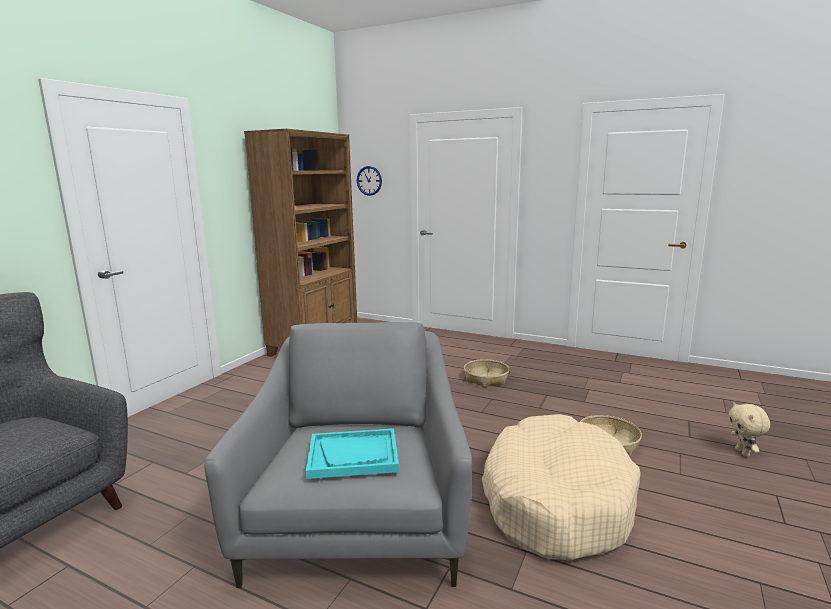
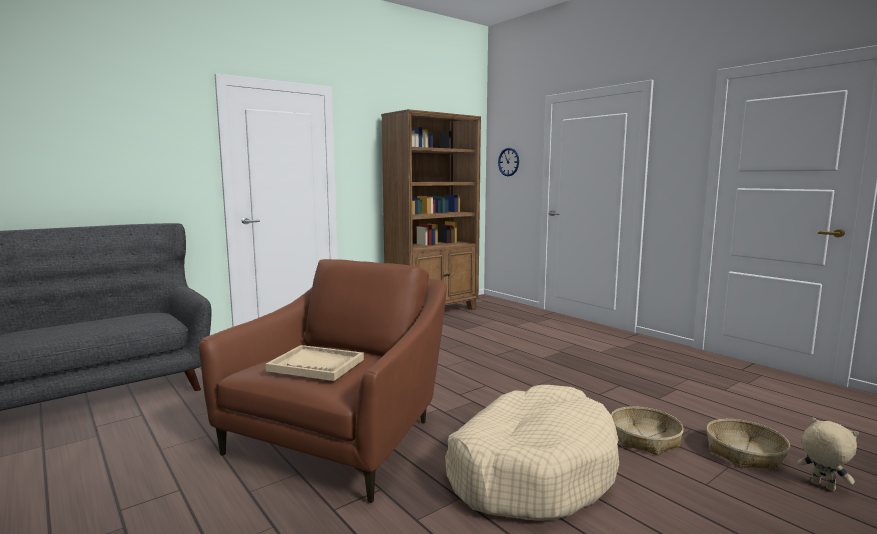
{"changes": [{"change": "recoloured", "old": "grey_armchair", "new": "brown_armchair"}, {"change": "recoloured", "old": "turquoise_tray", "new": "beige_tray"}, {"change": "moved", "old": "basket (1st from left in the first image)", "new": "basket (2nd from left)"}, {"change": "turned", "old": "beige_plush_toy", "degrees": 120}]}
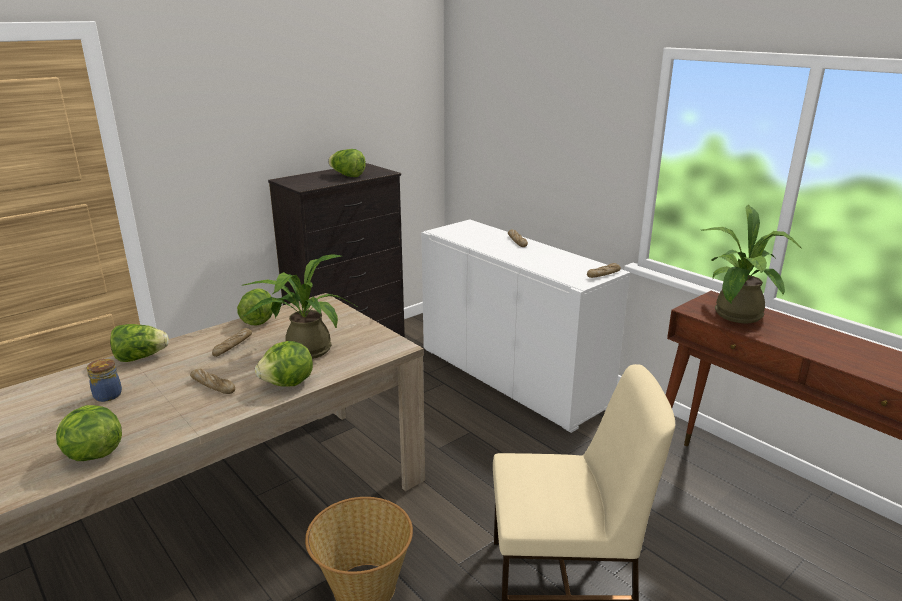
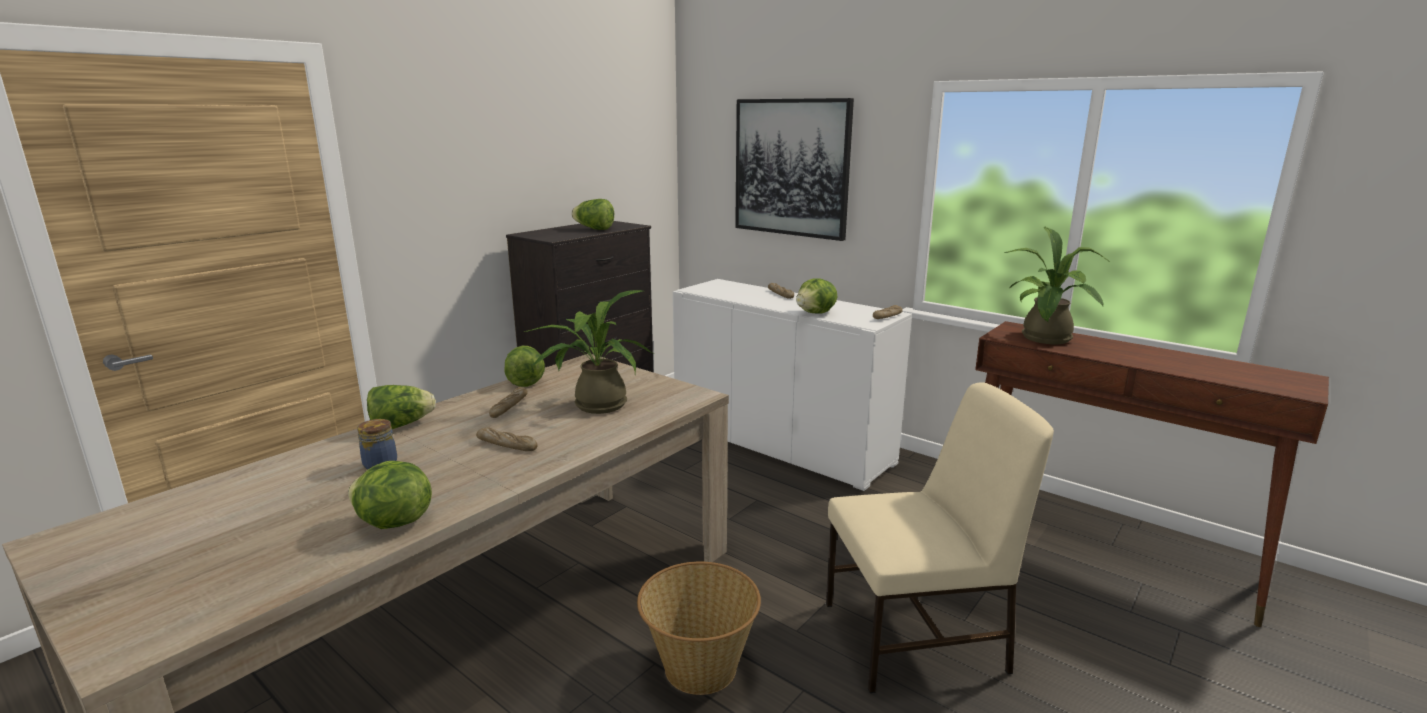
{"changes": [{"change": "moved", "old": "lettuce (4th from left in the first image)", "new": "lettuce (5th from left)"}, {"change": "added", "new": "picture"}]}
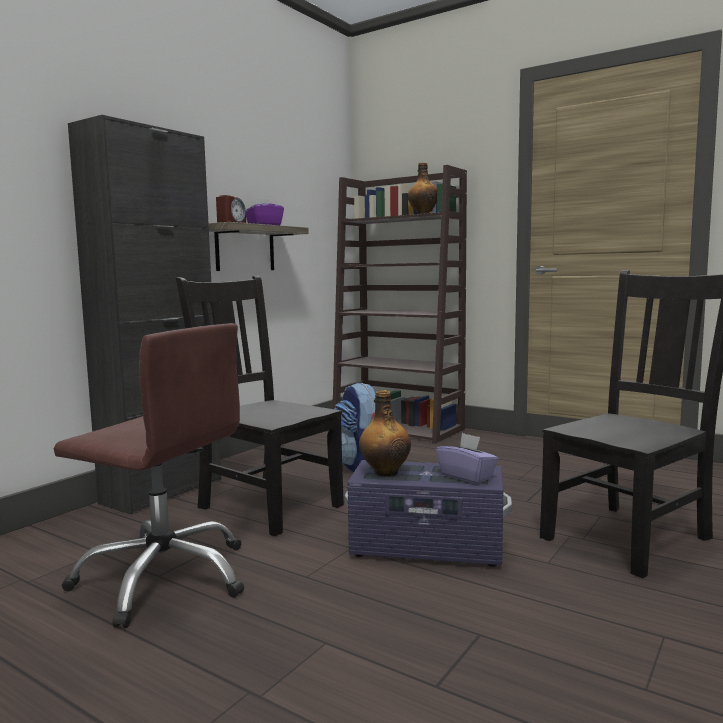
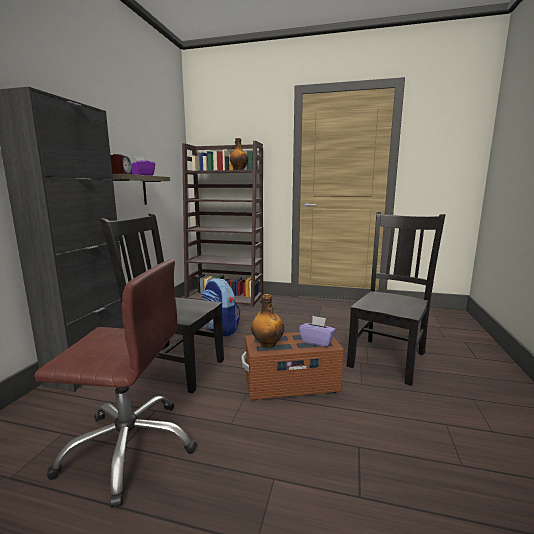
{"changes": [{"change": "recoloured", "old": "purple_storage_box", "new": "brown_storage_box"}]}
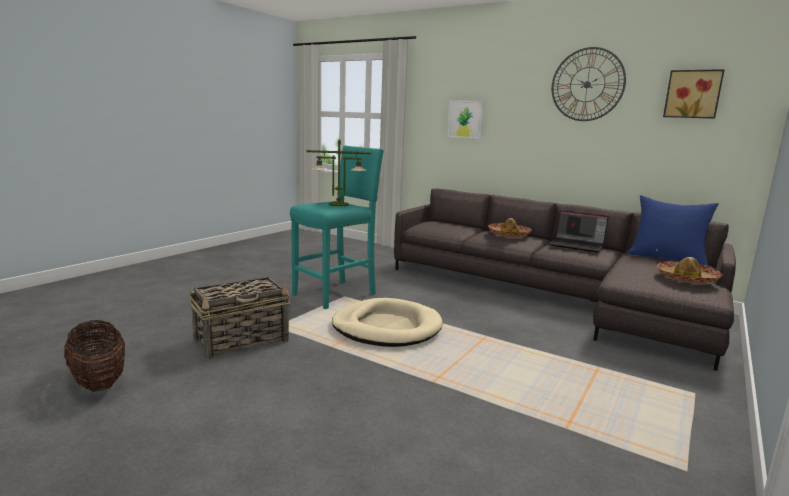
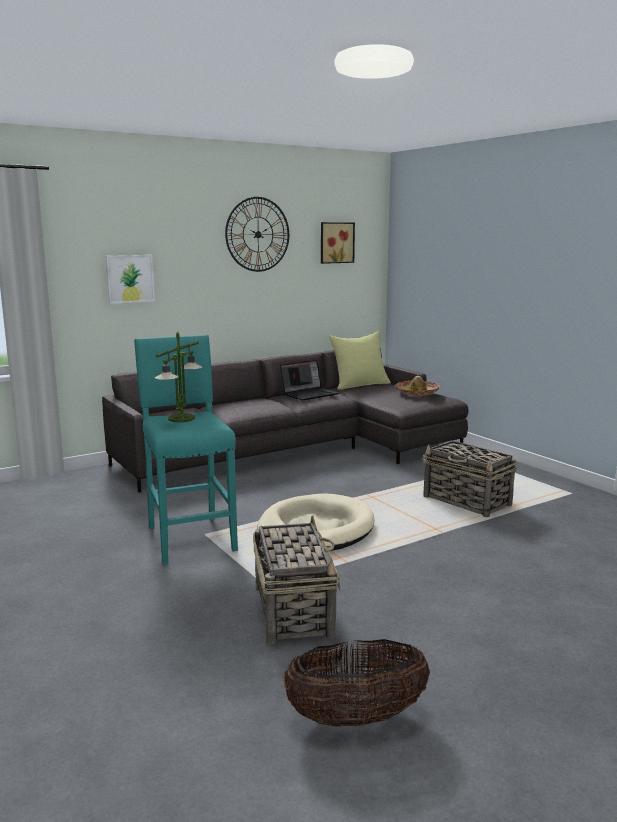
{"changes": [{"change": "removed", "old": "hat (1st from left)"}, {"change": "recoloured", "old": "blue_pillow", "new": "yellow_pillow"}, {"change": "added", "new": "basket (3rd from left)"}]}
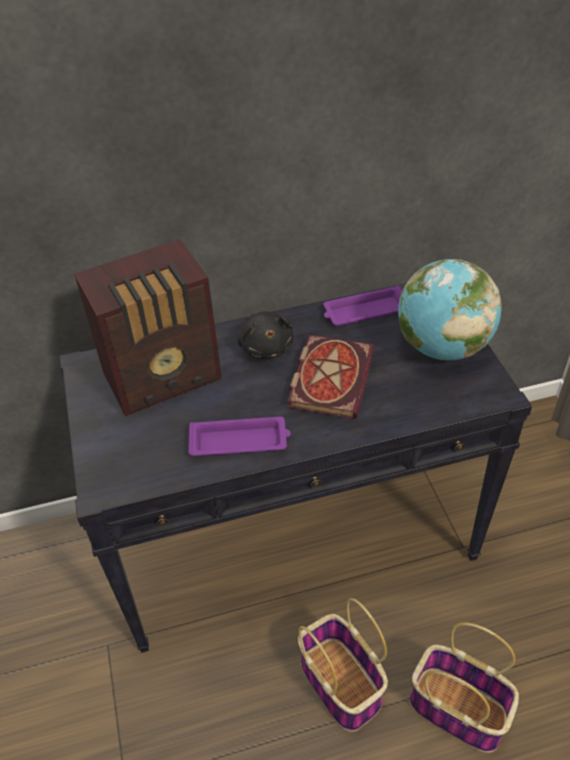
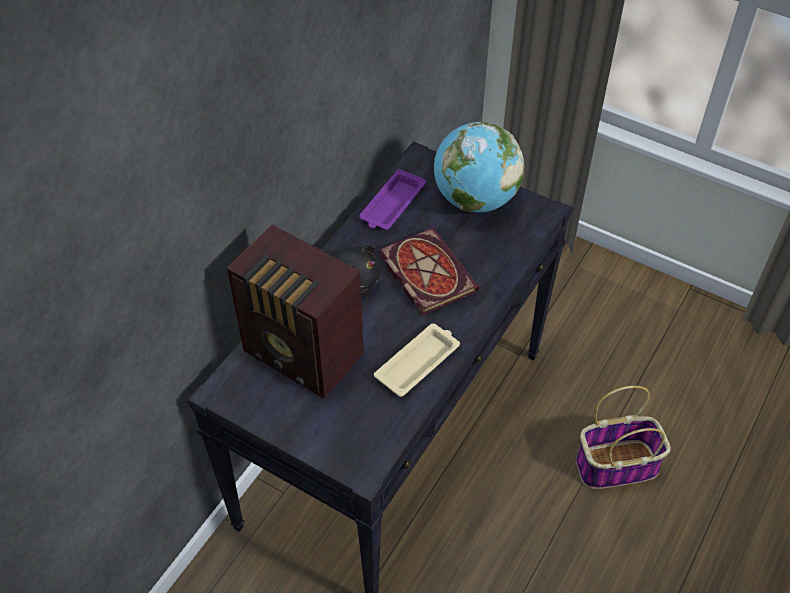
{"changes": [{"change": "turned", "old": "radio", "degrees": 105}, {"change": "recoloured", "old": "purple_tray (1st from left)", "new": "beige_tray"}, {"change": "removed", "old": "basket (1st from left)"}]}
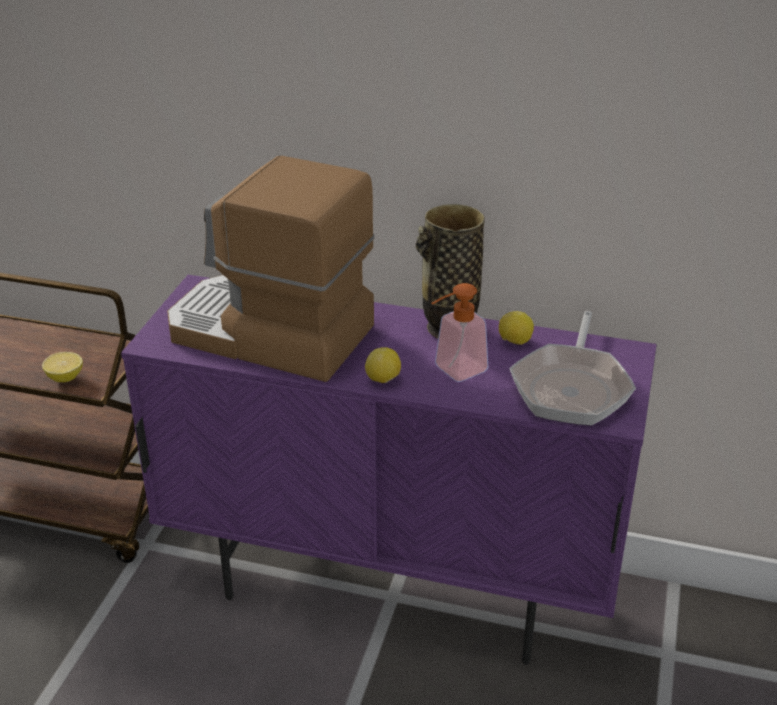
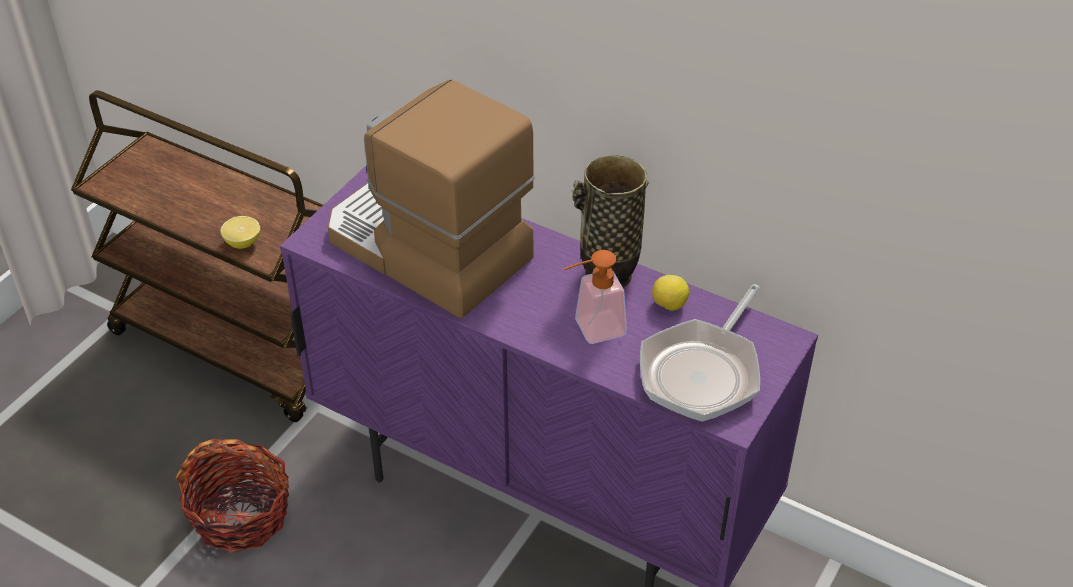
{"changes": [{"change": "removed", "old": "lemon (2nd from left)"}, {"change": "added", "new": "basket"}]}
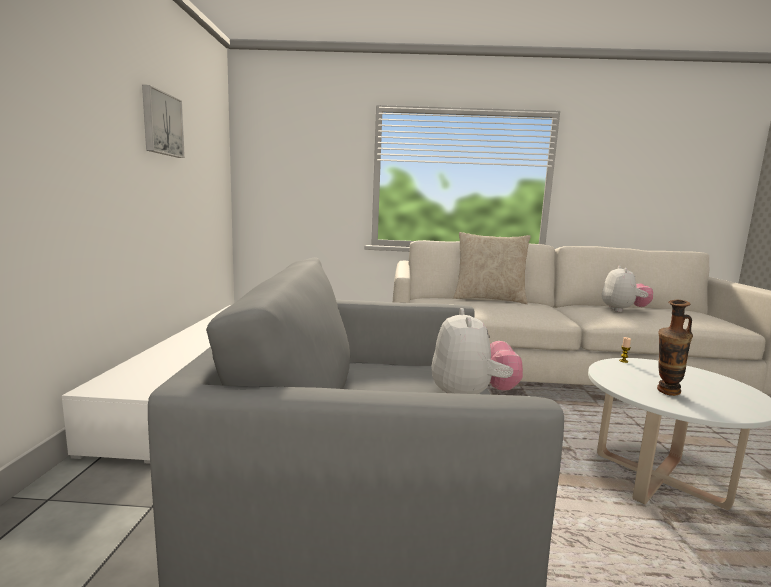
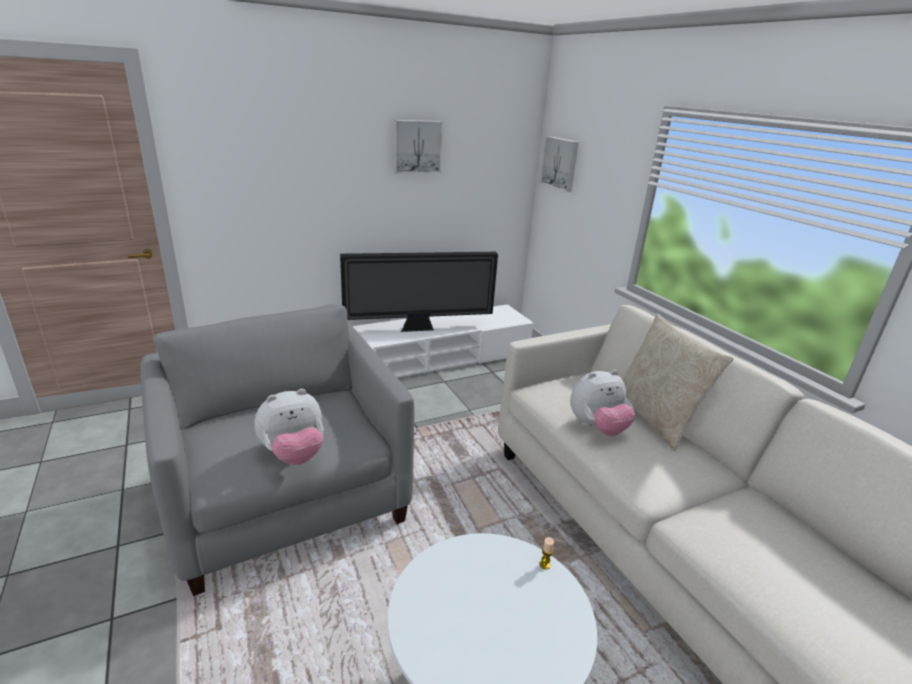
{"changes": [{"change": "moved", "old": "plush_toy (2nd from left)"}, {"change": "removed", "old": "vase"}, {"change": "added", "new": "television"}, {"change": "added", "new": "picture (2nd from left)"}]}
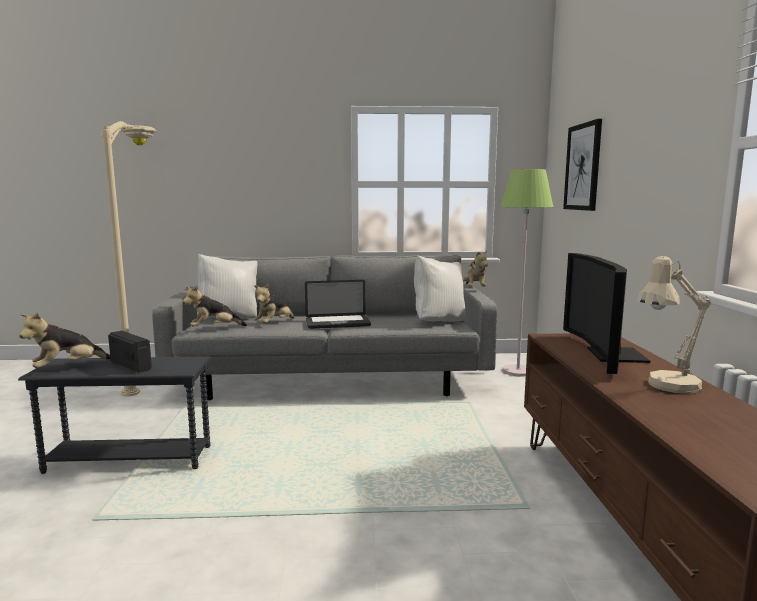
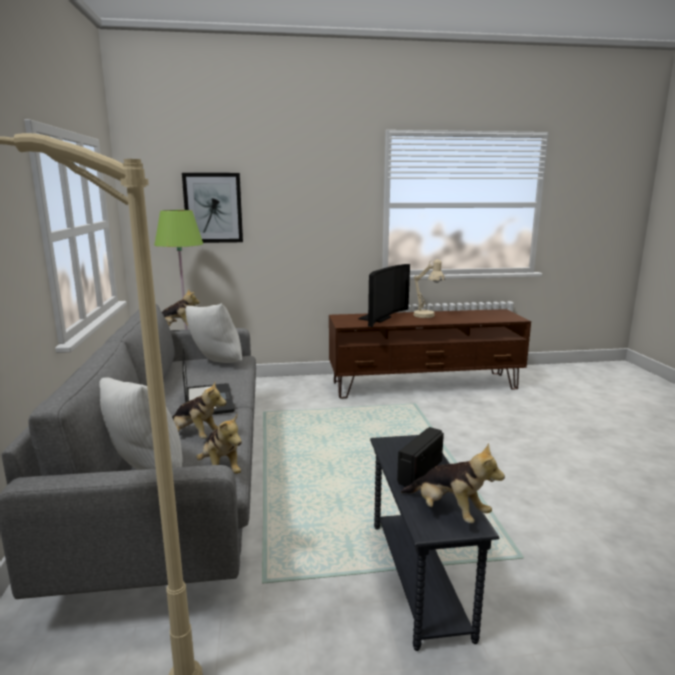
{"changes": [{"change": "turned", "old": "television", "degrees": -60}]}
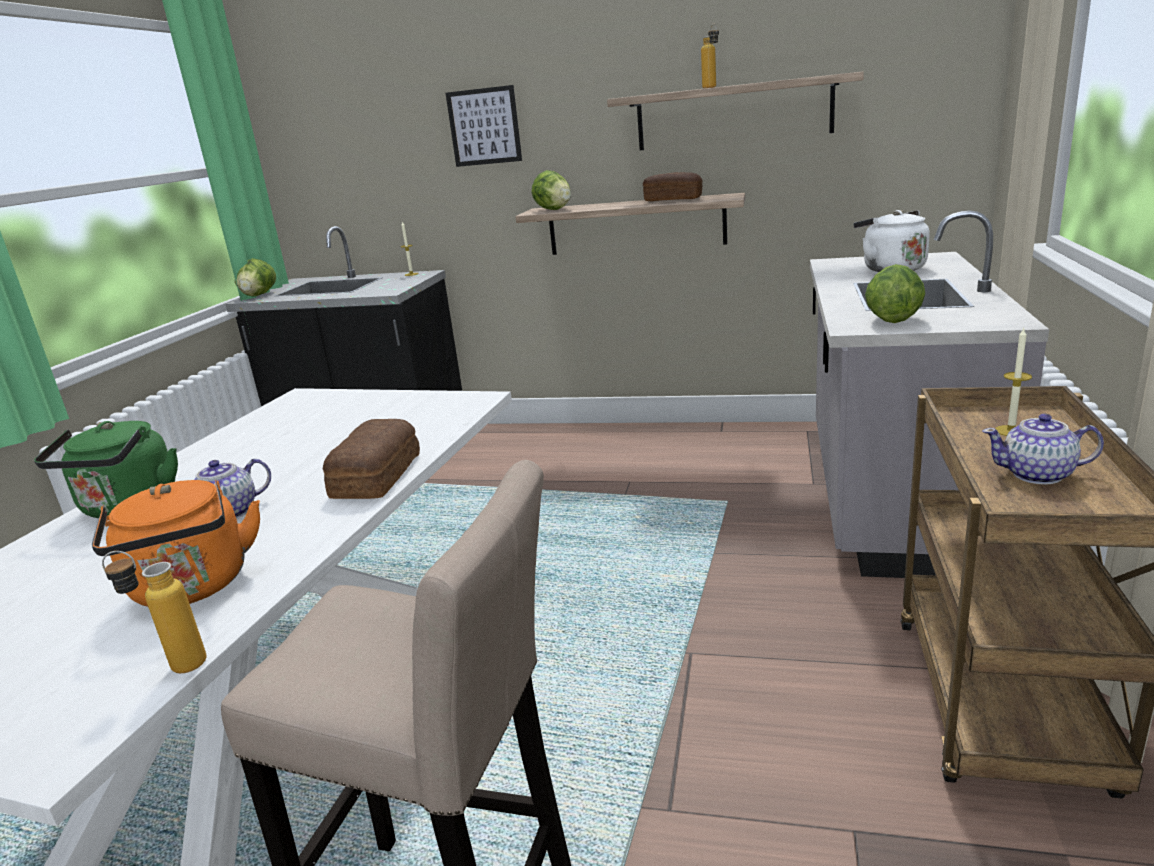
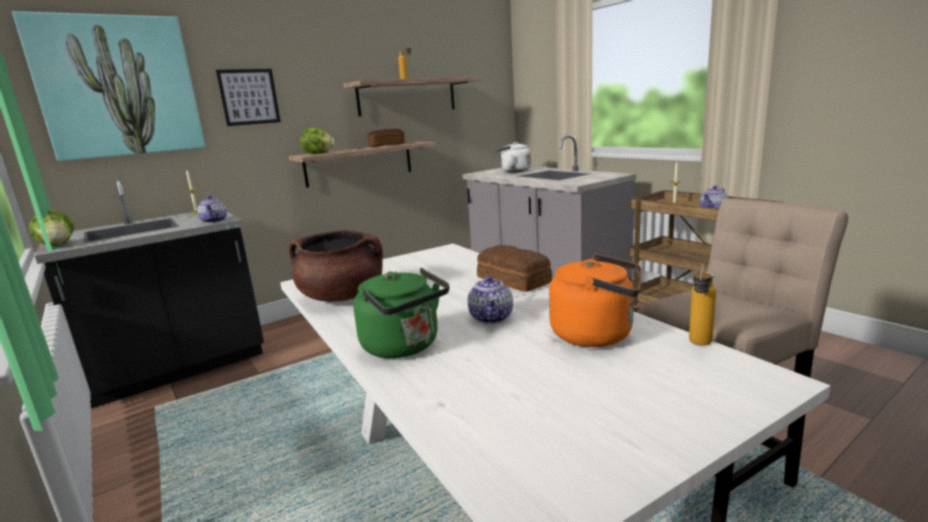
{"changes": [{"change": "removed", "old": "lettuce (3rd from left)"}, {"change": "added", "new": "picture (1st from left)"}, {"change": "added", "new": "teapot (1st from left)"}, {"change": "added", "new": "brown_cooking_pot"}]}
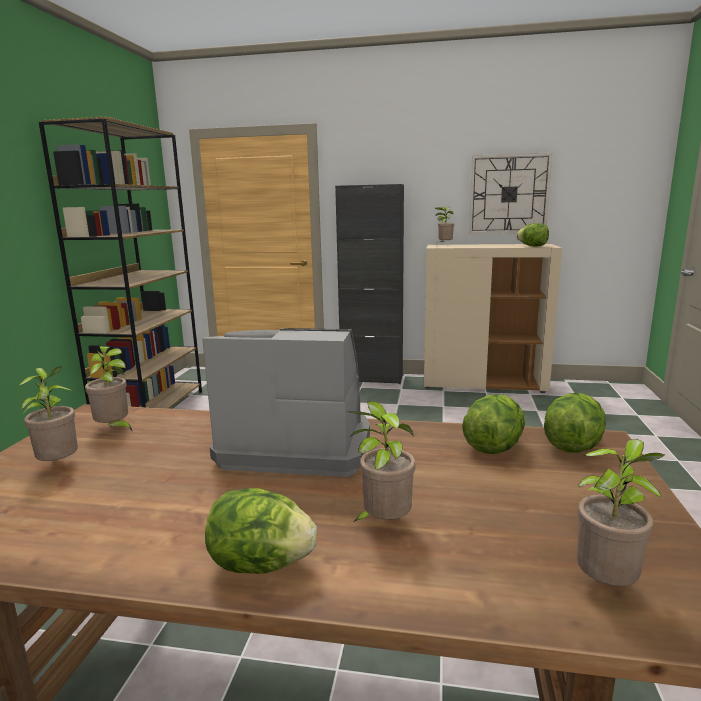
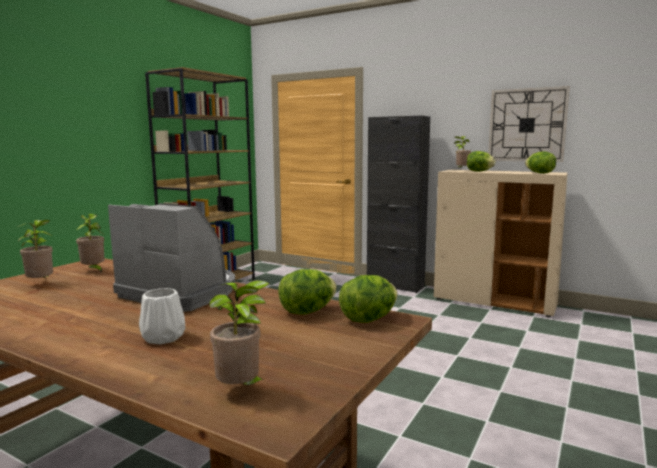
{"changes": [{"change": "moved", "old": "lettuce (1st from left in the first image)", "new": "lettuce (3rd from left)"}, {"change": "replaced", "old": "potted_plant (3rd from left)", "new": "white_vase"}]}
